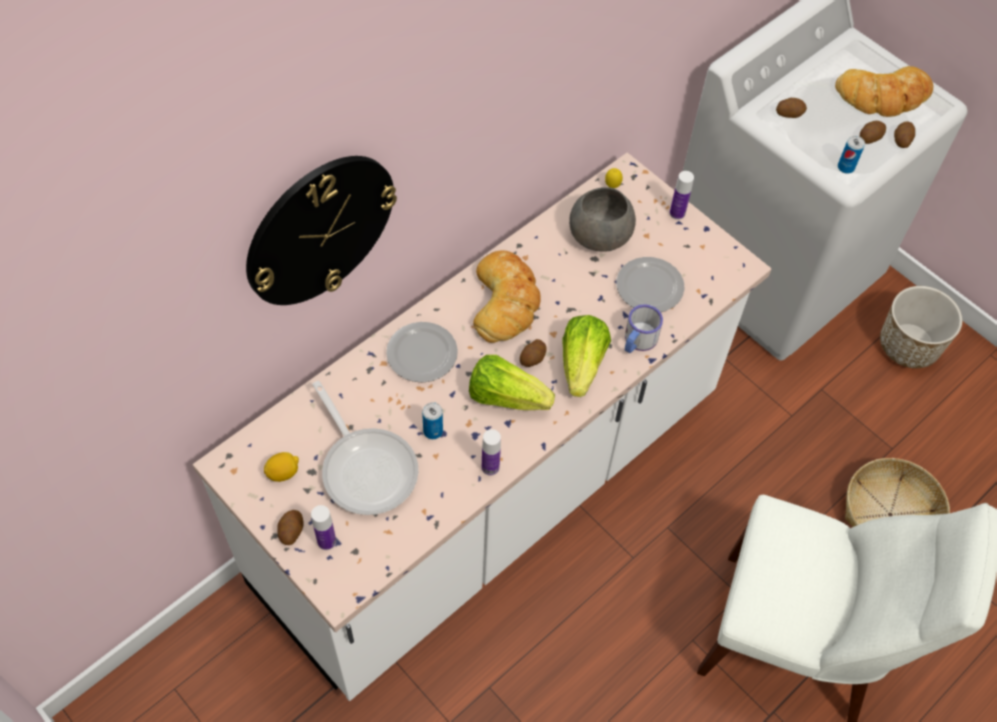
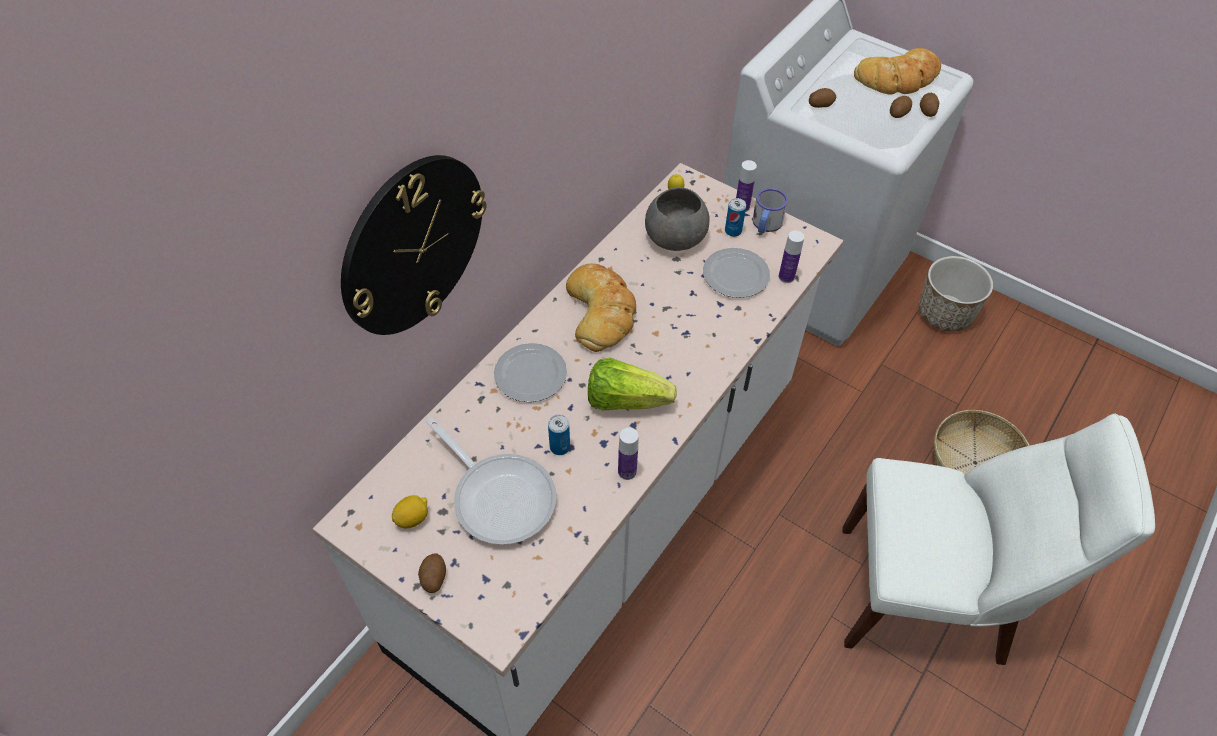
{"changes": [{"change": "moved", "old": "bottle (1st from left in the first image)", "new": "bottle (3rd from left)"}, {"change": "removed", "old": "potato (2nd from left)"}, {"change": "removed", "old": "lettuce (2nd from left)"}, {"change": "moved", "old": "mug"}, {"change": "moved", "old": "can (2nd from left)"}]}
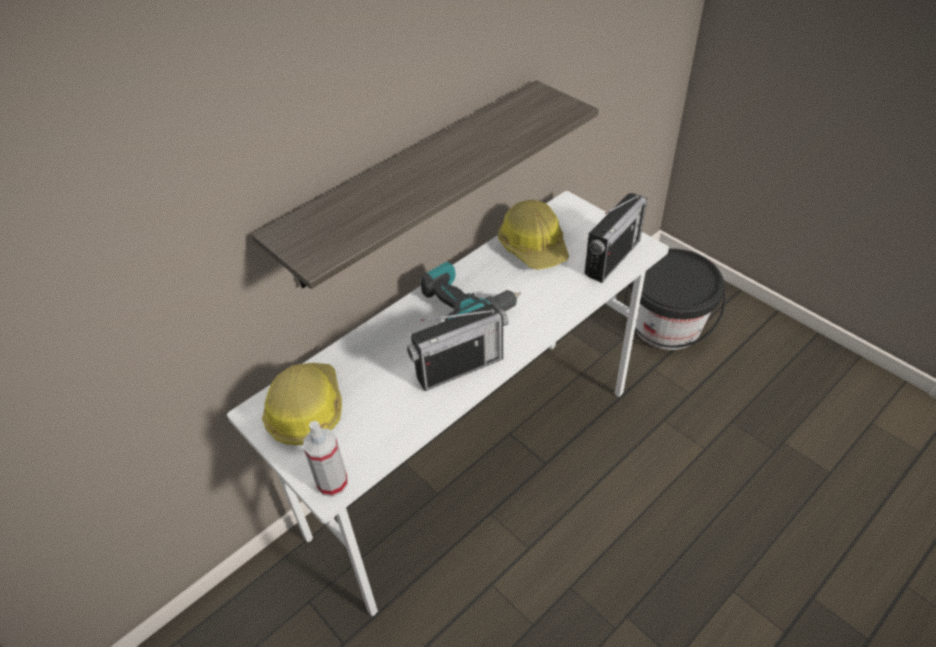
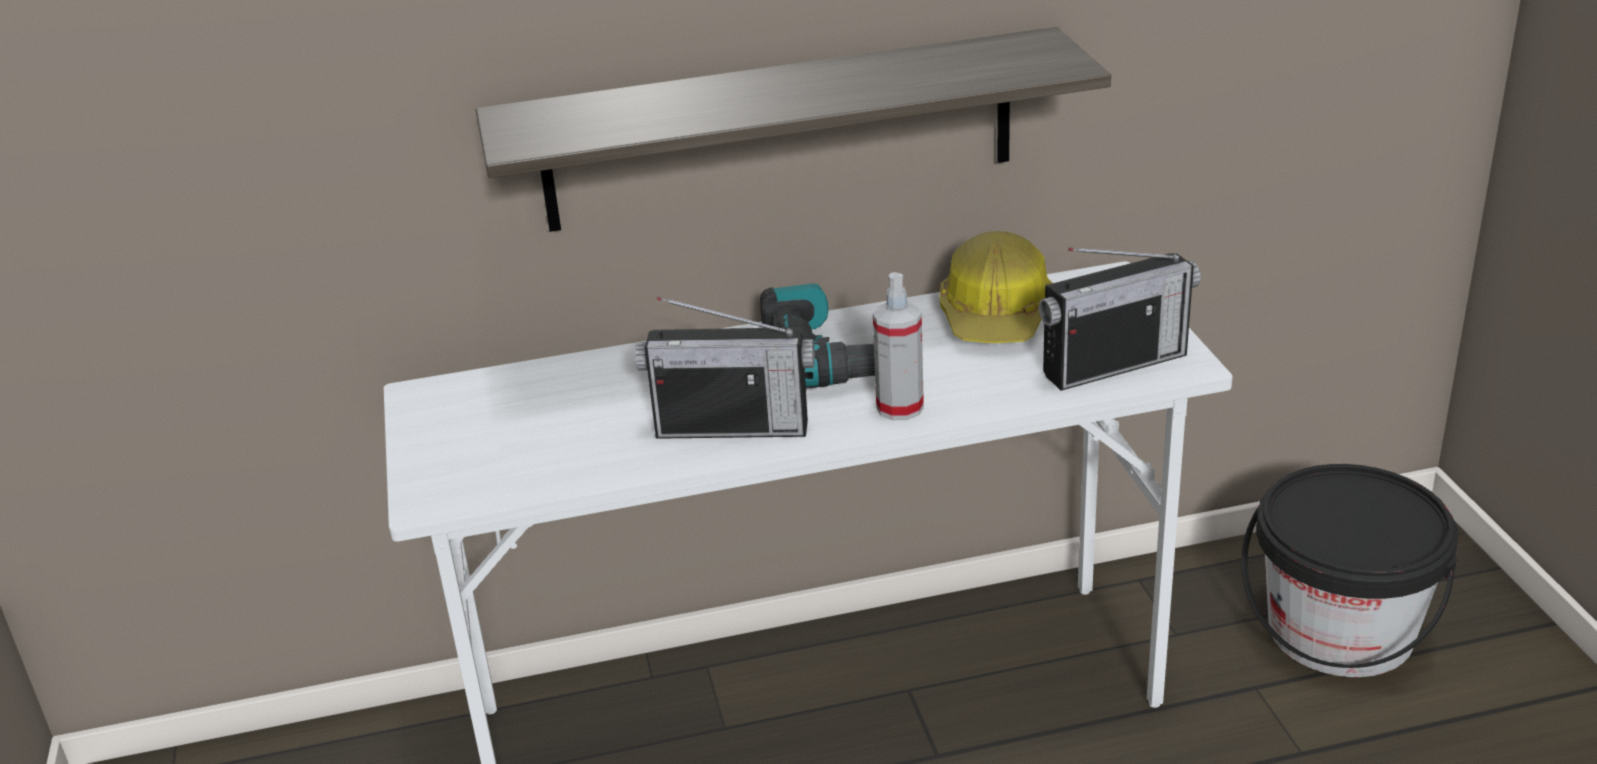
{"changes": [{"change": "removed", "old": "hard_hat (1st from left)"}, {"change": "moved", "old": "spray_bottle"}]}
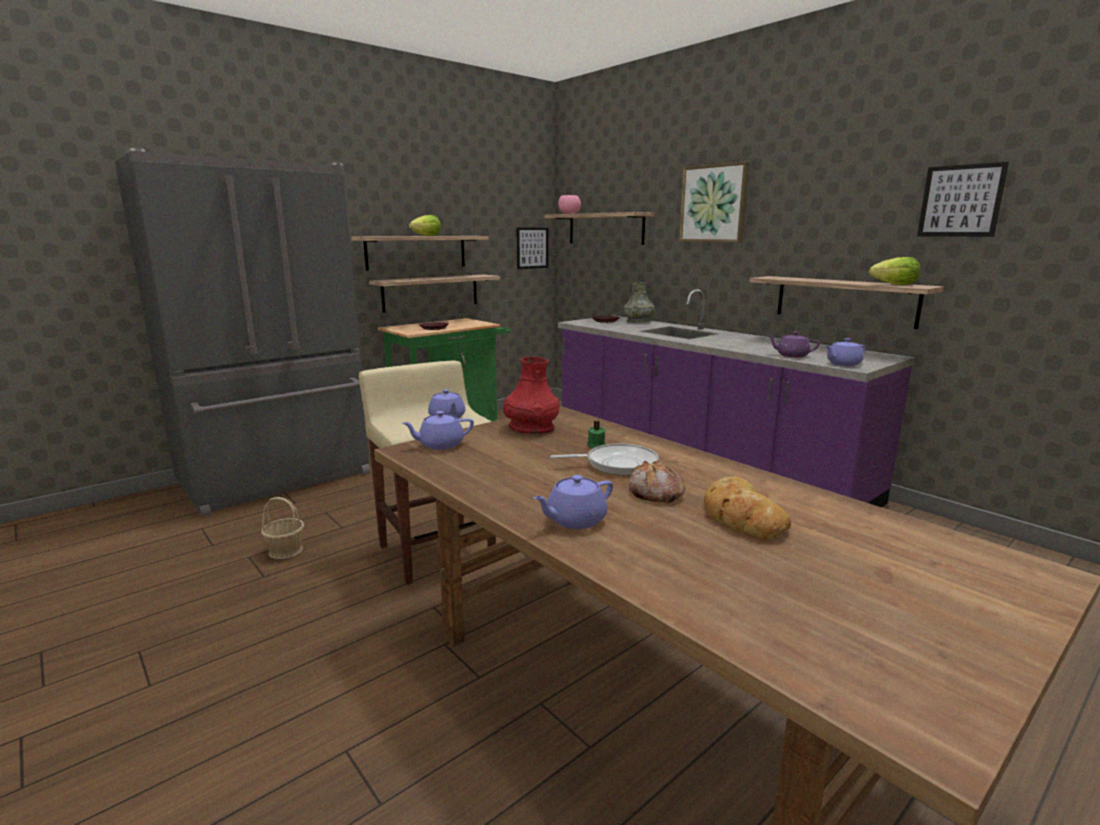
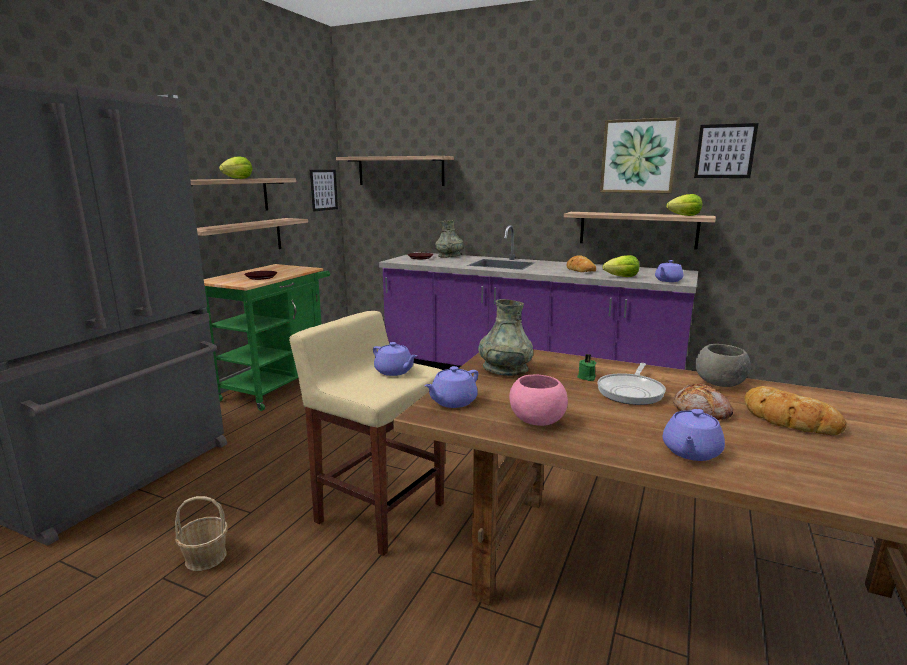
{"changes": [{"change": "recoloured", "old": "red_vase", "new": "grey_vase (2nd from left)"}, {"change": "turned", "old": "frying_pan", "degrees": 150}, {"change": "moved", "old": "pink_bowl"}, {"change": "moved", "old": "picture (2nd from left)"}, {"change": "replaced", "old": "purple_teapot (4th from left)", "new": "lettuce (2nd from left)"}, {"change": "added", "new": "bread (1st from left)"}, {"change": "added", "new": "grey_bowl"}]}
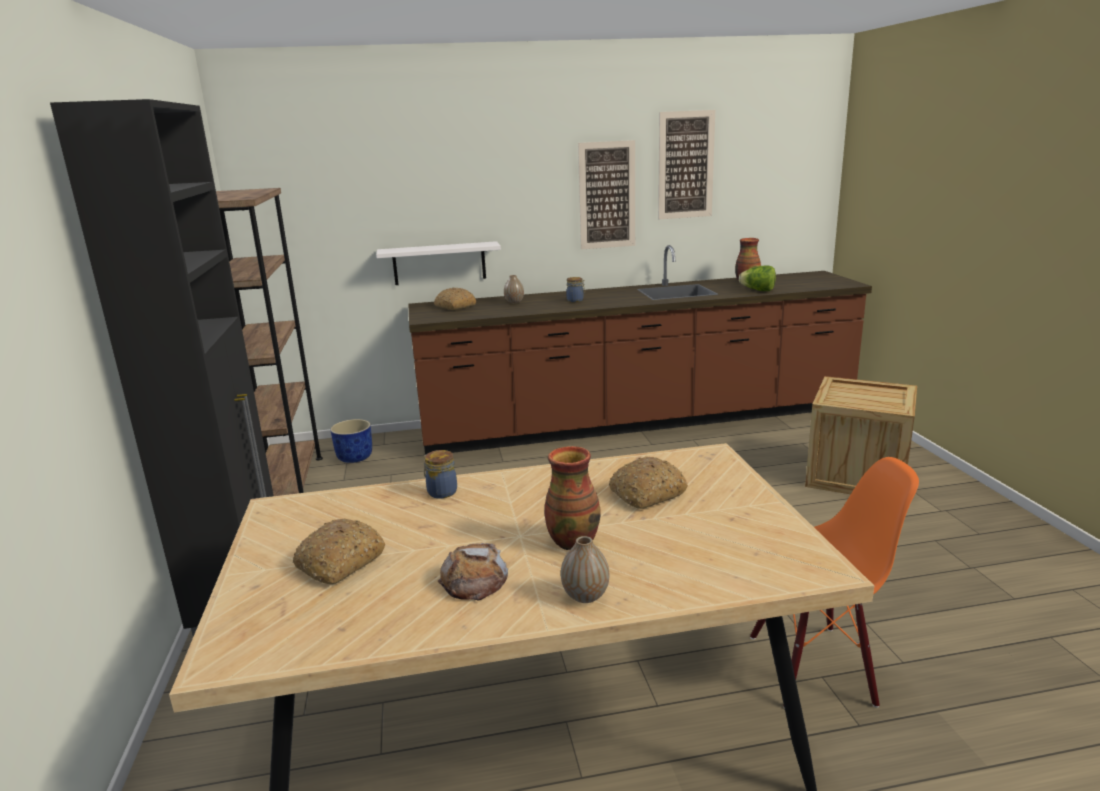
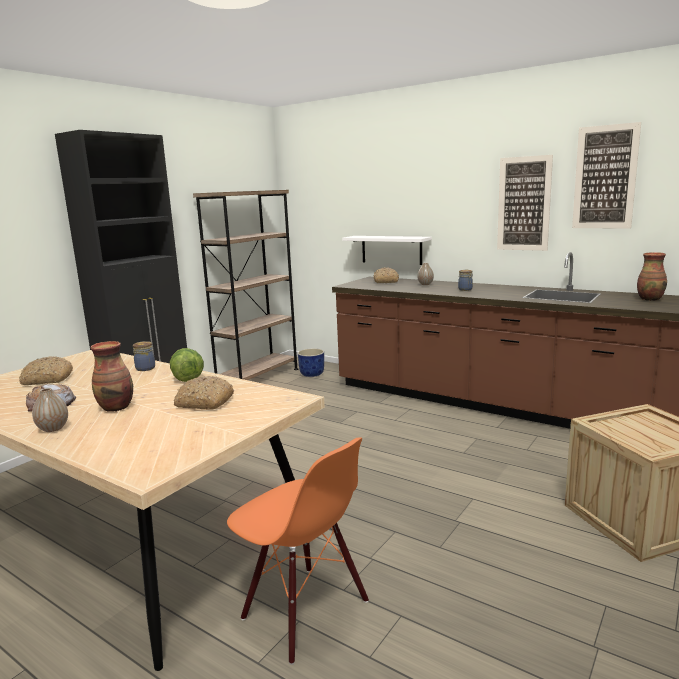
{"changes": [{"change": "moved", "old": "lettuce"}]}
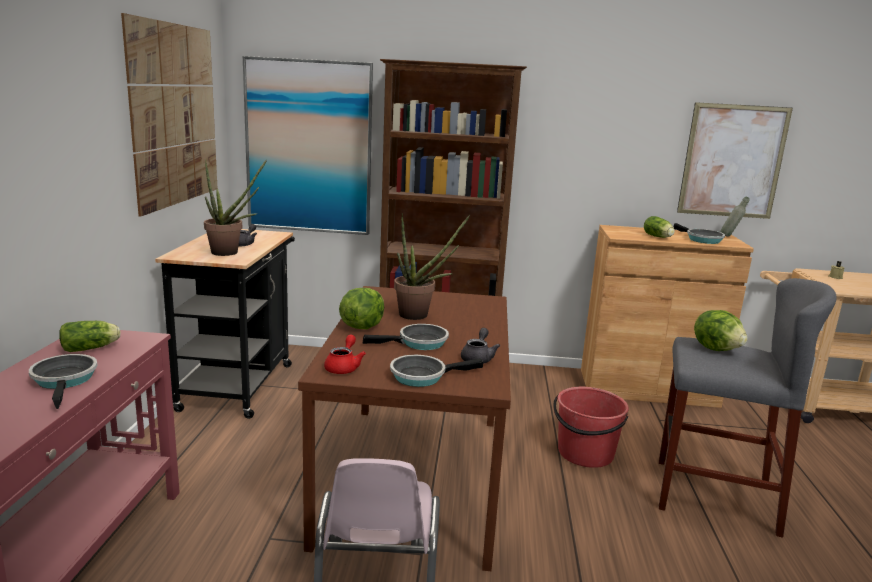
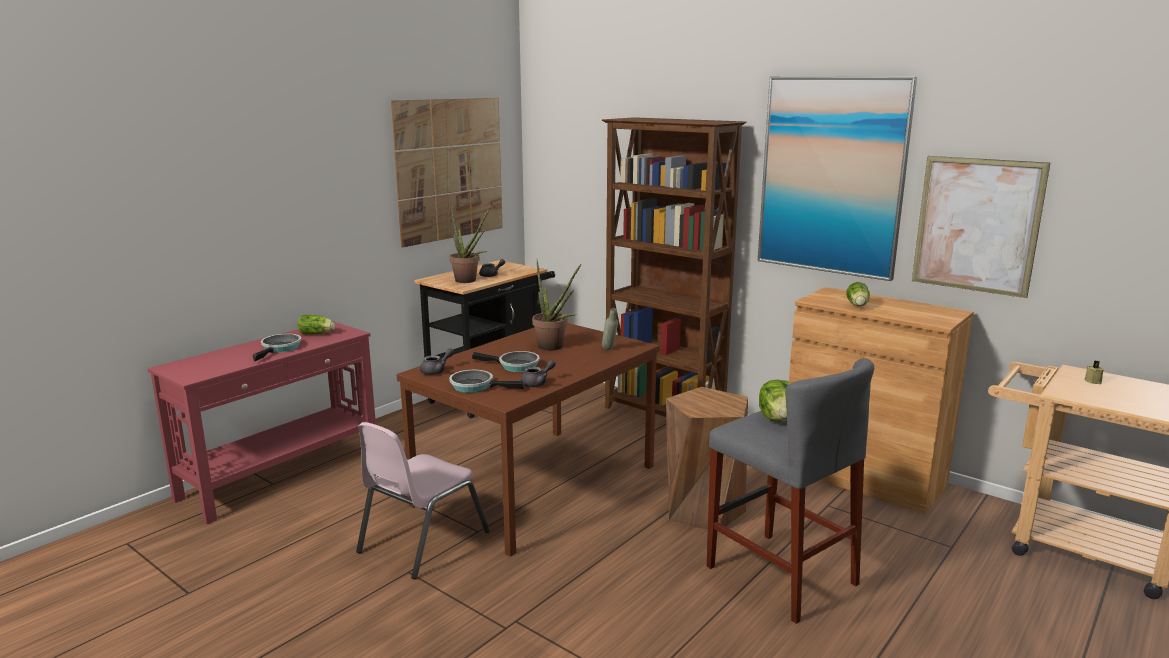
{"changes": [{"change": "moved", "old": "picture (2nd from left)"}, {"change": "recoloured", "old": "red_teapot", "new": "grey_teapot (1st from left)"}, {"change": "removed", "old": "lettuce (2nd from left)"}, {"change": "replaced", "old": "red_bucket", "new": "brown_stool"}, {"change": "removed", "old": "frying_pan (4th from left)"}, {"change": "moved", "old": "grey_bottle"}]}
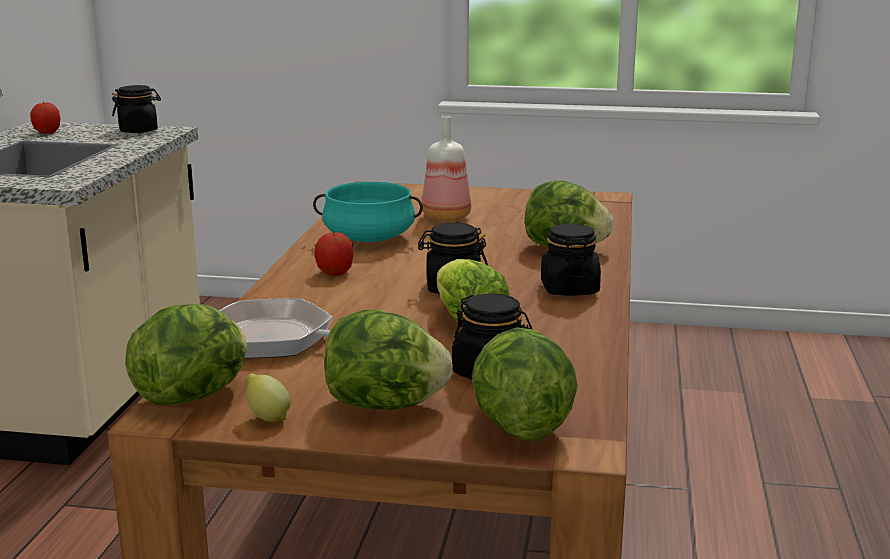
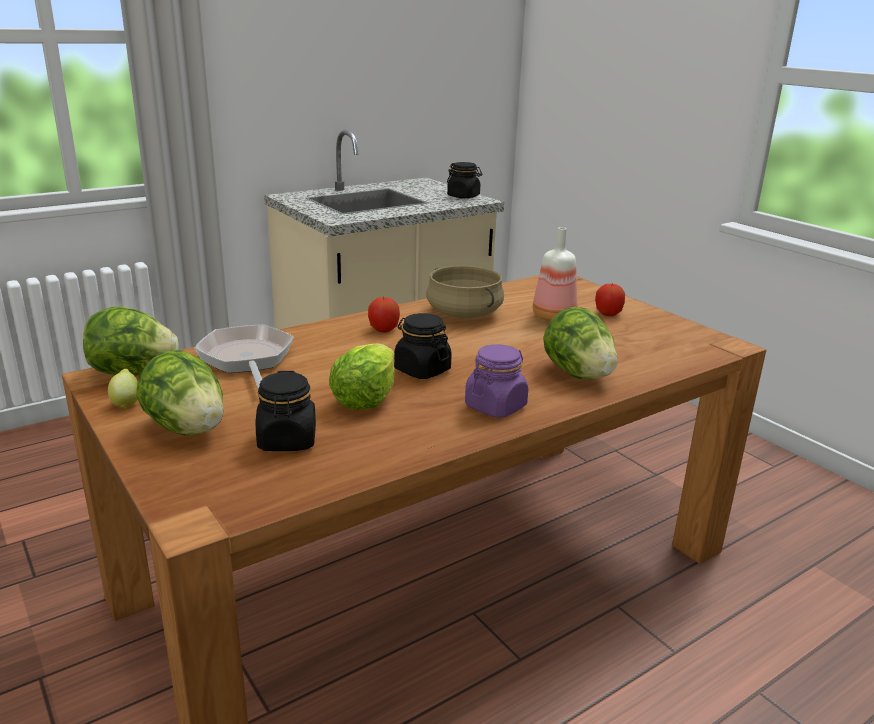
{"changes": [{"change": "moved", "old": "apple (1st from left in the first image)", "new": "apple (2nd from left)"}, {"change": "recoloured", "old": "turquoise_cooking_pot", "new": "beige_cooking_pot"}, {"change": "removed", "old": "lettuce (4th from left)"}, {"change": "recoloured", "old": "black_jar (4th from left)", "new": "purple_jar"}]}
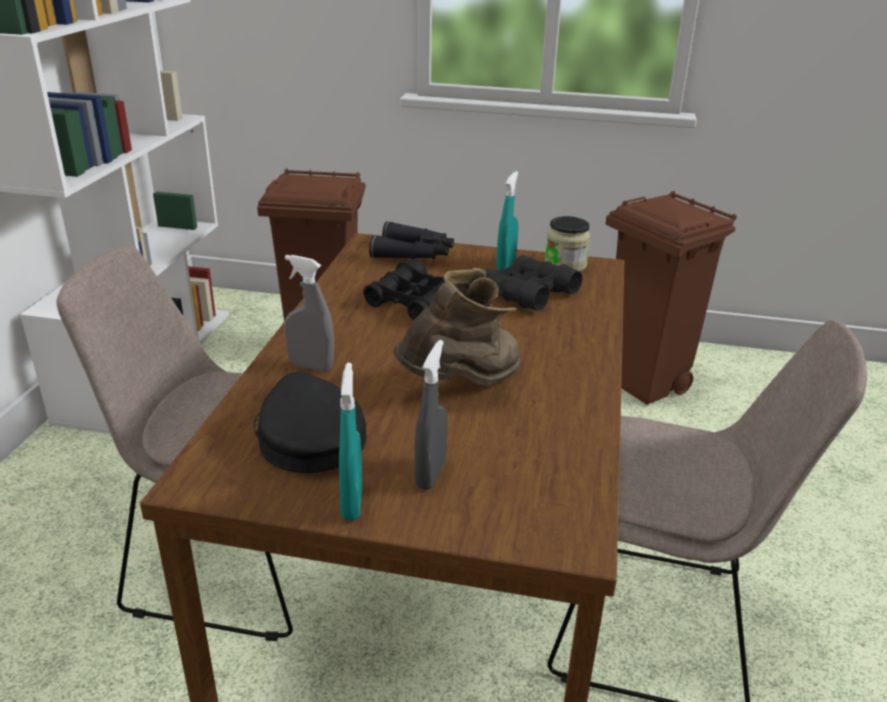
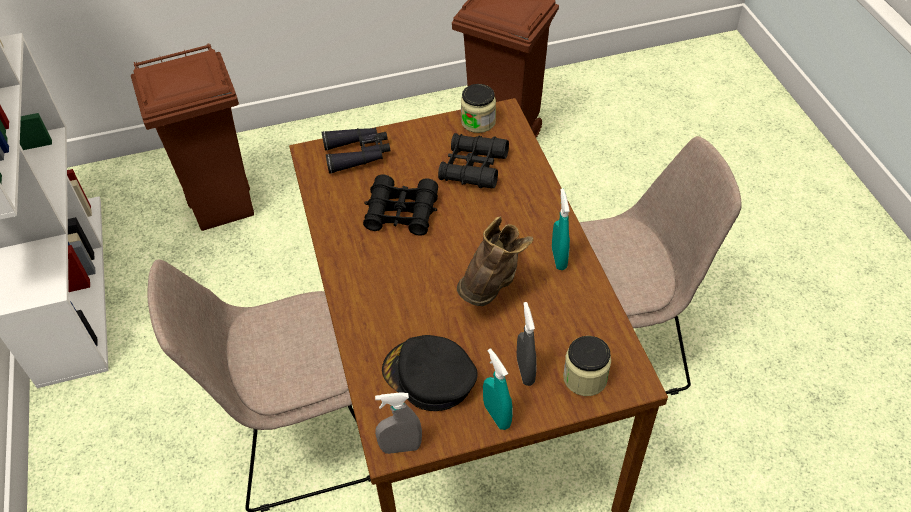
{"changes": [{"change": "moved", "old": "grey_spray_bottle (1st from left)"}, {"change": "moved", "old": "turquoise_spray_bottle (2nd from left)"}, {"change": "added", "new": "jar (2nd from left)"}]}
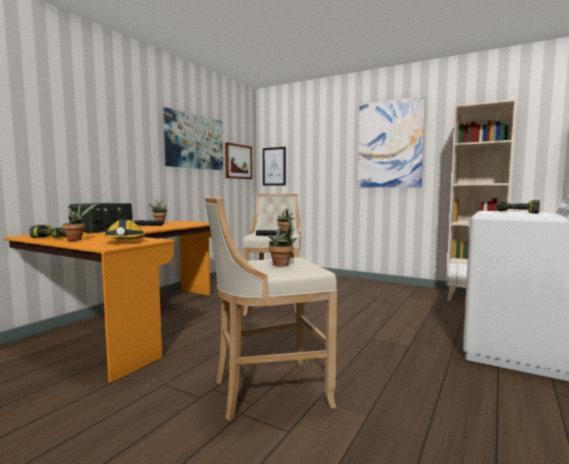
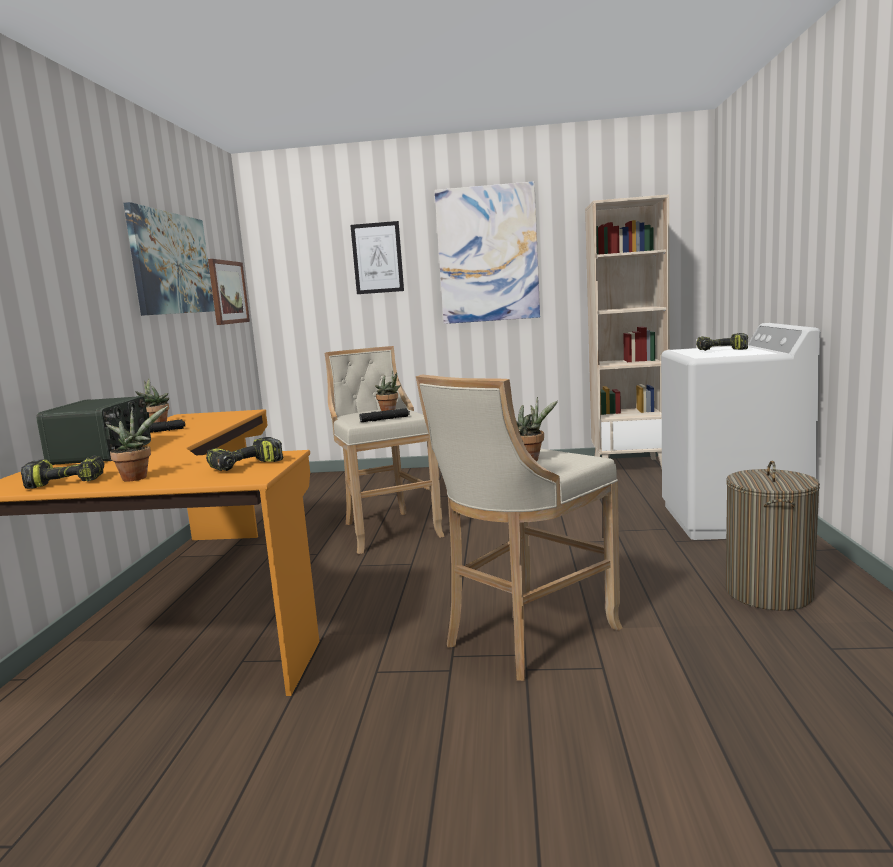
{"changes": [{"change": "replaced", "old": "hard_hat", "new": "power_drill (2nd from left)"}, {"change": "moved", "old": "picture (3rd from left)"}, {"change": "added", "new": "laundry_basket"}]}
